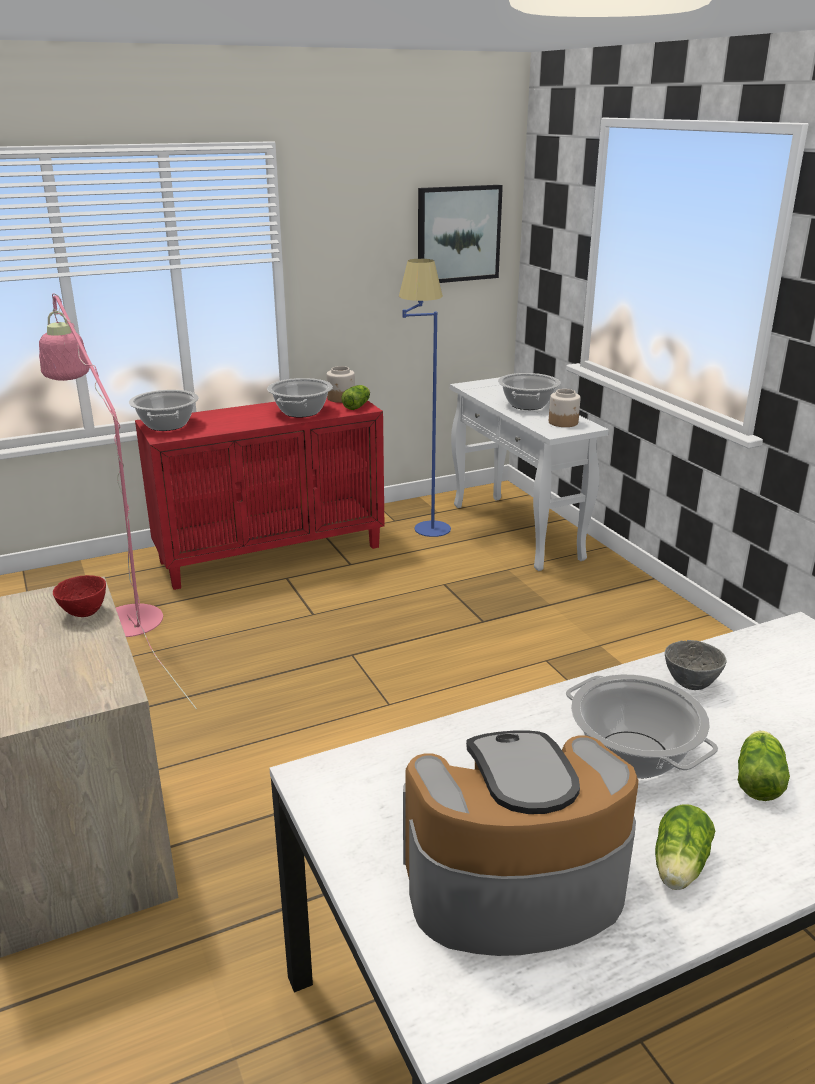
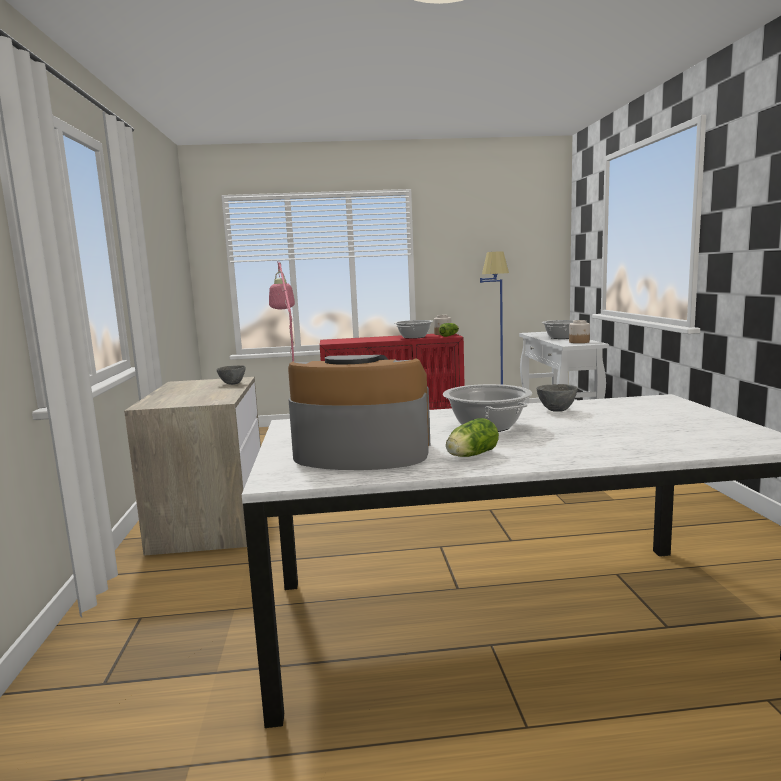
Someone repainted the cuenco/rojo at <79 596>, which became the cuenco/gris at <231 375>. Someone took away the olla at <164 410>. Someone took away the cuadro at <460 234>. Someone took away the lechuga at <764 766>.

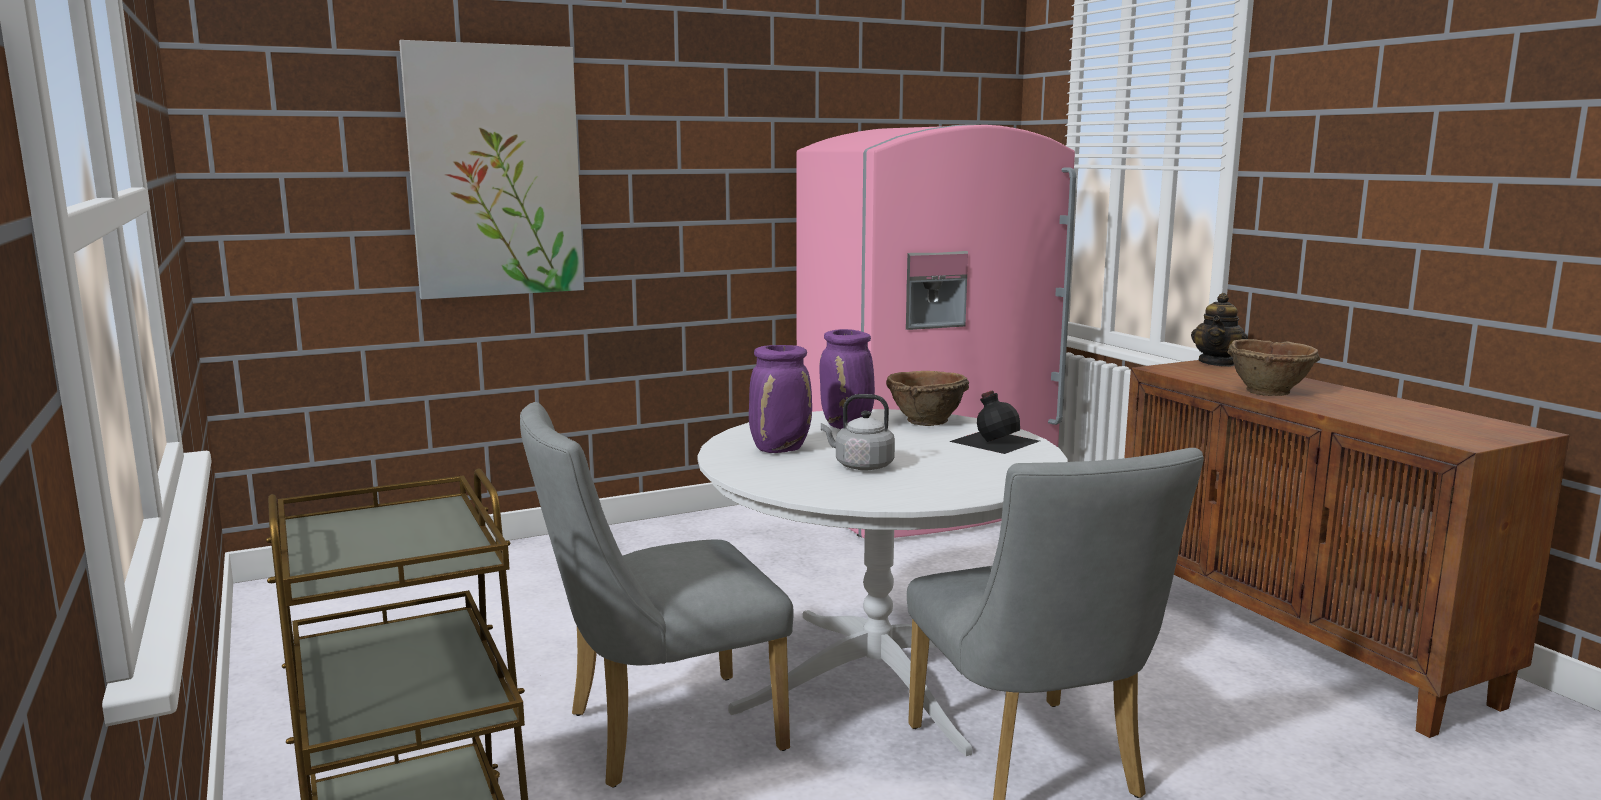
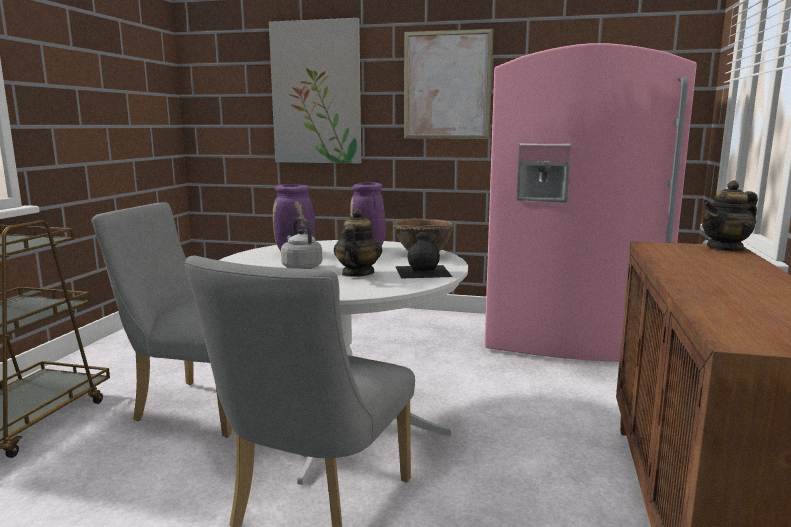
Someone put down the tetera at <358 242>. Someone put up the cuadro at <449 84>. Someone took away the cuenco/marrón at <1274 367>.

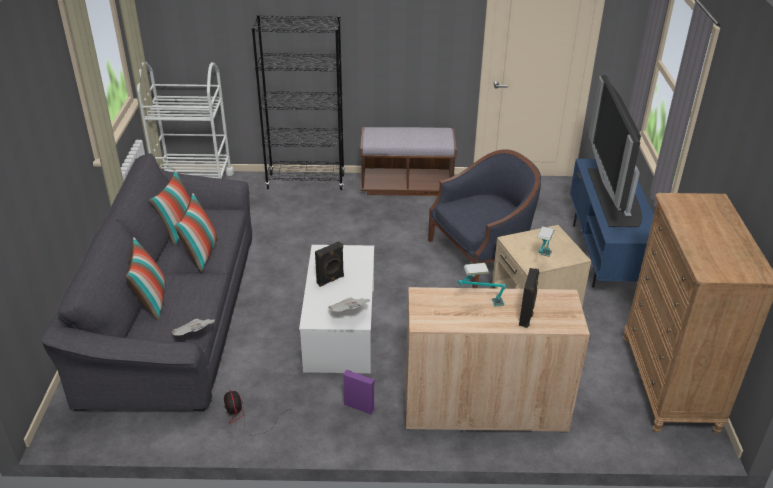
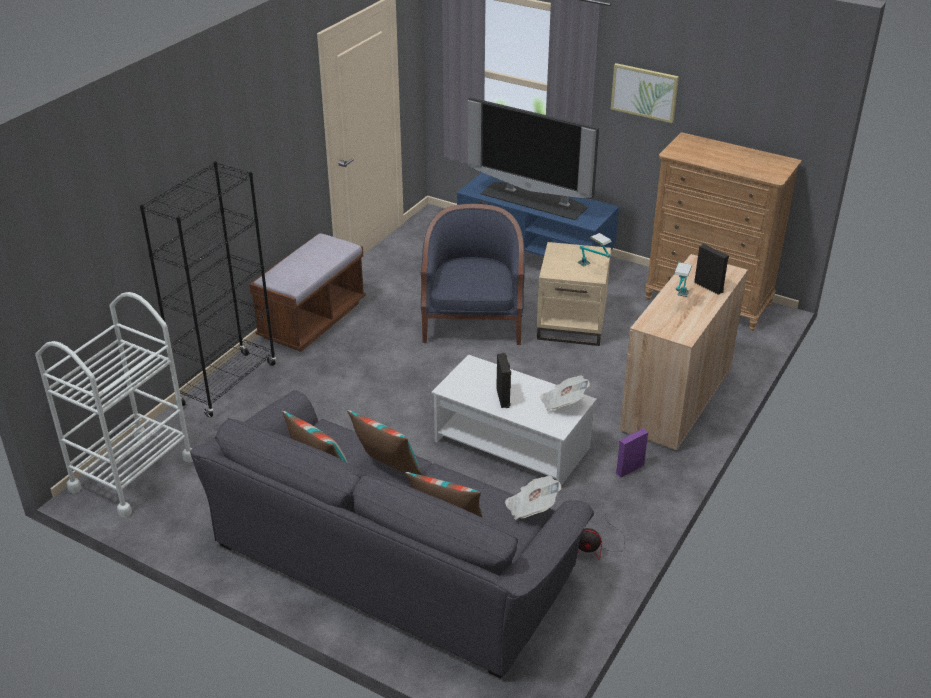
Someone put up the cuadro at <645 93>.

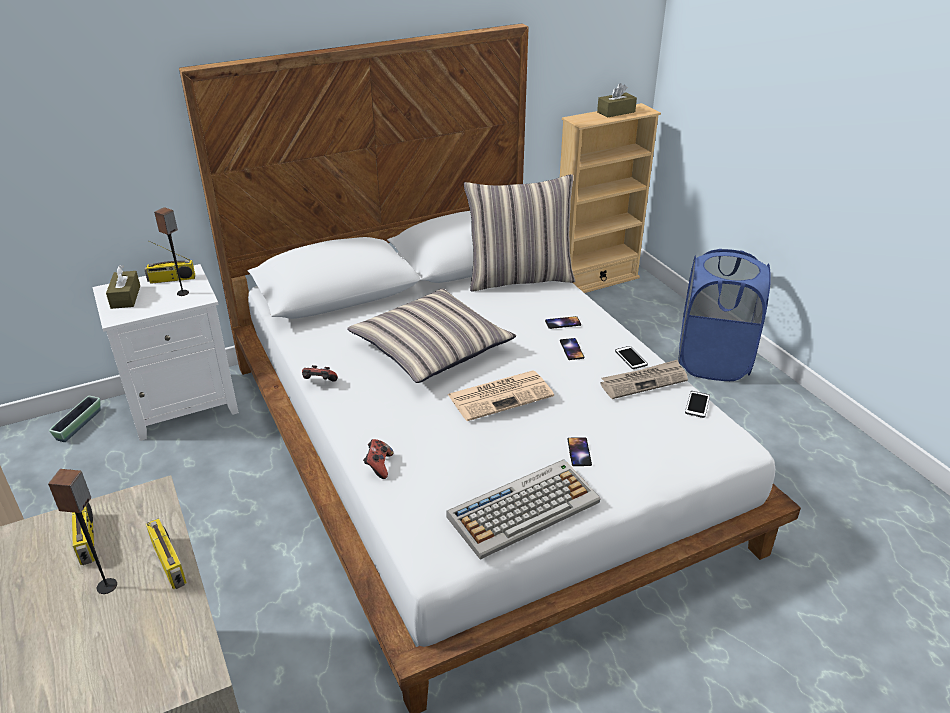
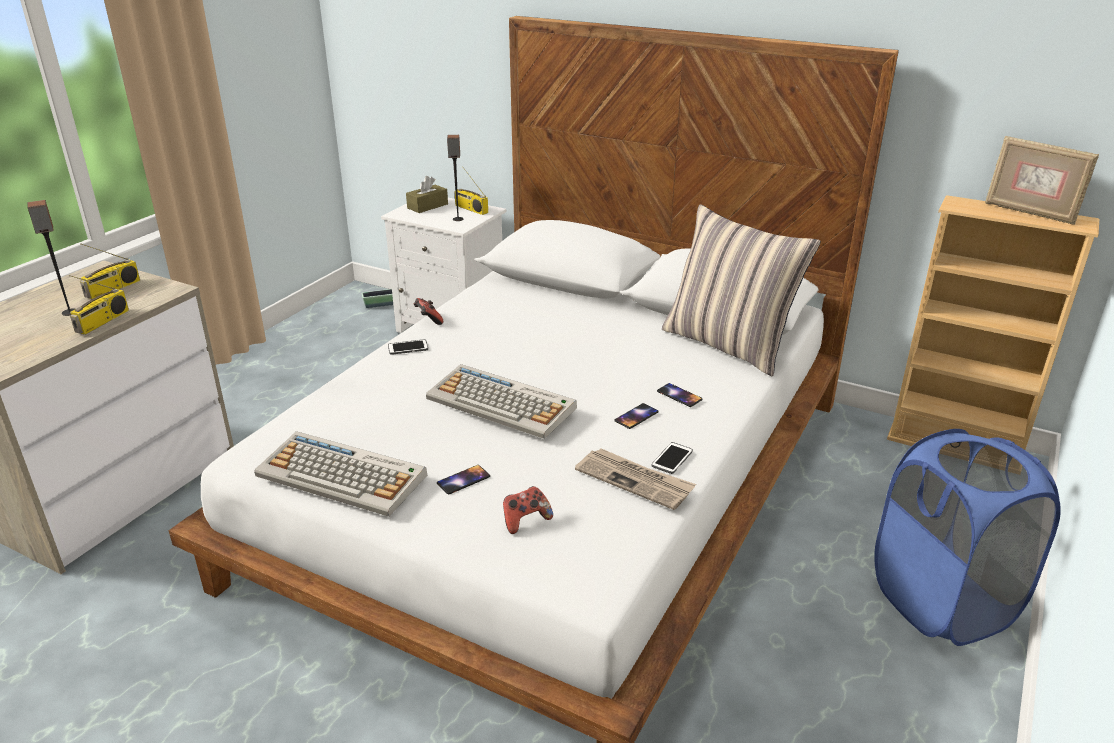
Someone carried the móvil from <697 404> to <408 347>. Someone swapped the periódico at <501 395> for the teclado at <501 401>. Someone carried the mando de consola from <378 459> to <528 510>. Someone swapped the caja de pañuelos/marrón at <617 100> for the portarretratos at <1042 180>. Someone took away the cojín at <431 335>.

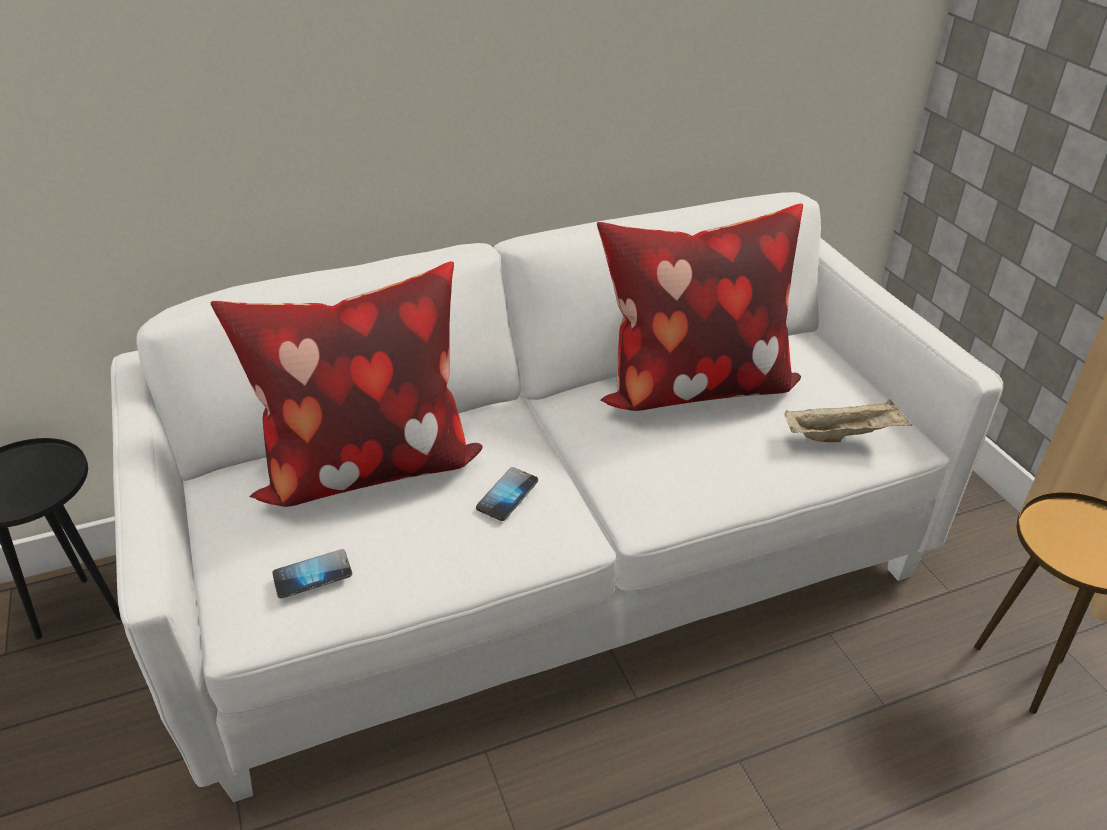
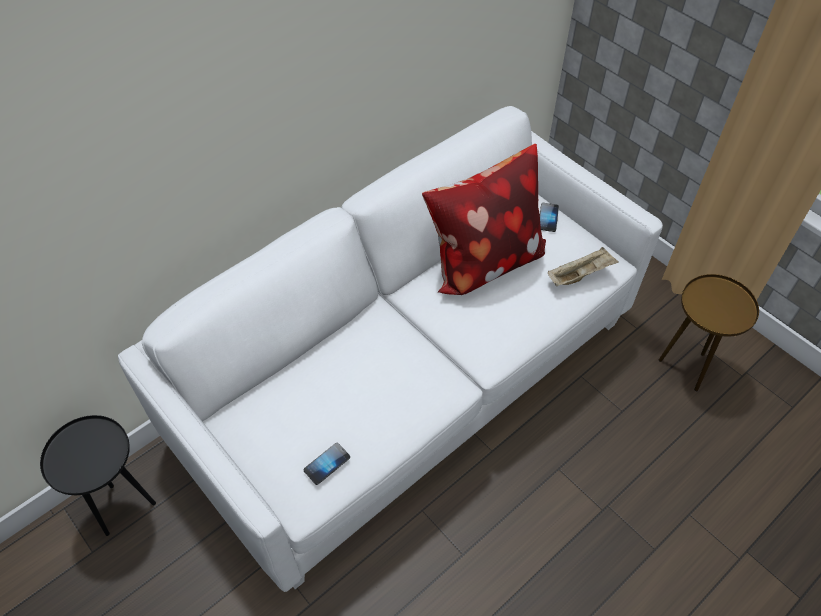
Someone carried the móvil from <507 494> to <549 217>. Someone took away the cojín at <346 384>.

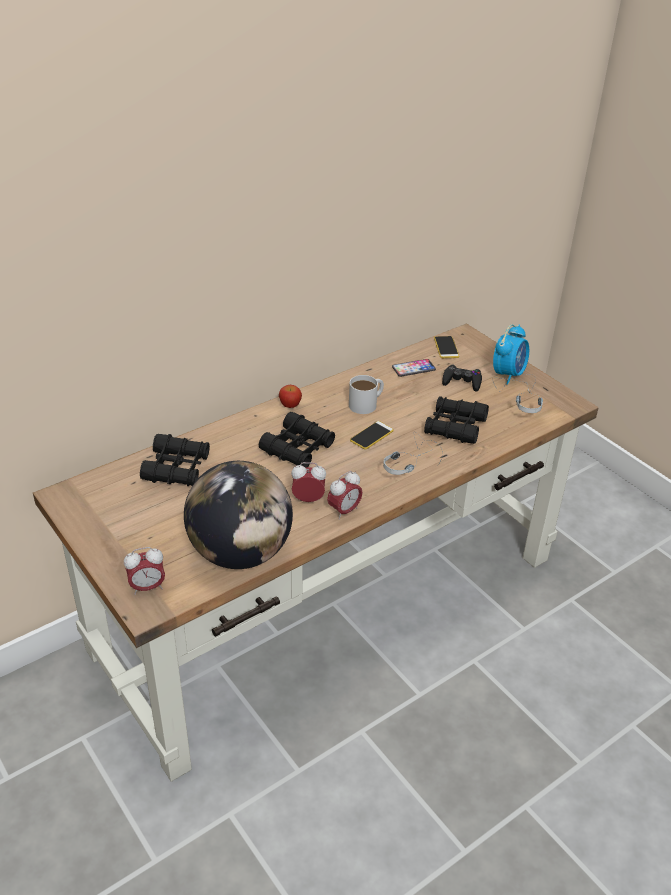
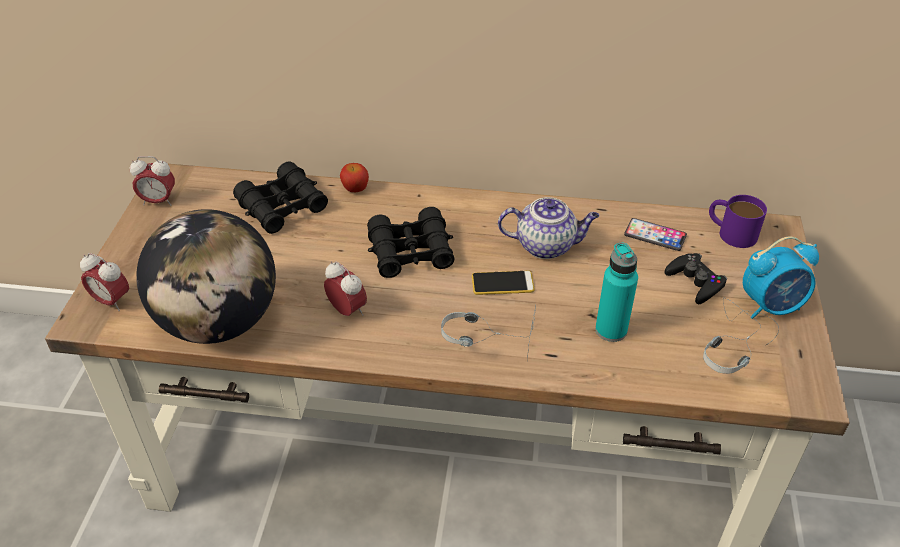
Someone carried the despertador from <344 495> to <152 181>. Someone carried the manzana from <290 396> to <354 177>. Someone swapped the taza grande/blanco at <366 394> for the tetera at <548 228>. Someone swapped the prismáticos/negro at <456 420> for the botella/turquesa at <616 292>. Someone swapped the móvil at <446 347> for the taza grande/morado at <738 221>.

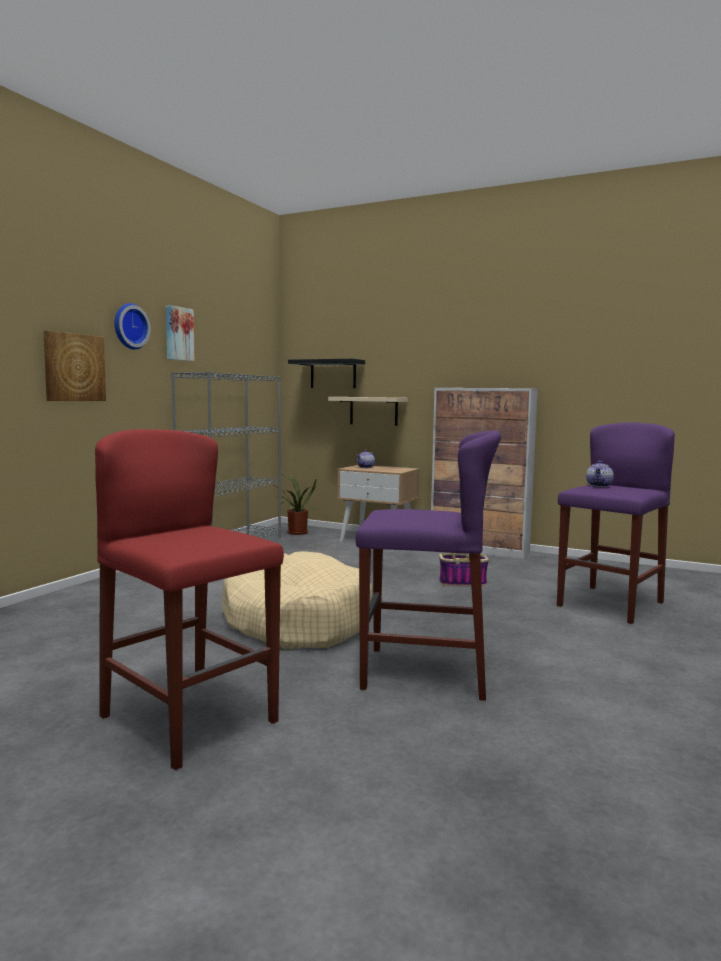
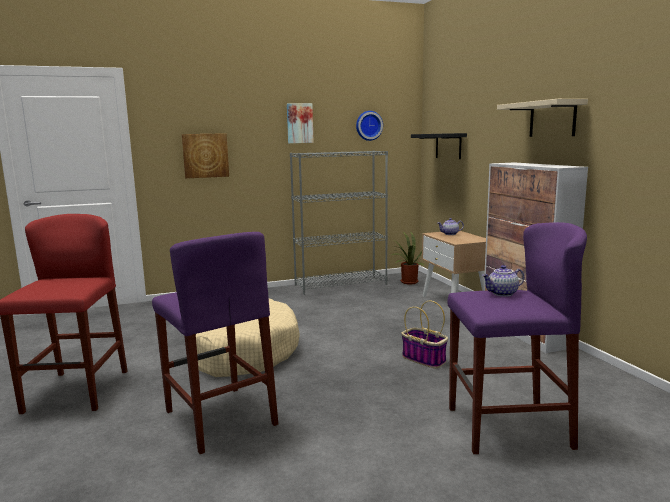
Someone carried the reloj de pared from <132 326> to <369 126>. Someone carried the estante/beis from <368 411> to <542 118>.

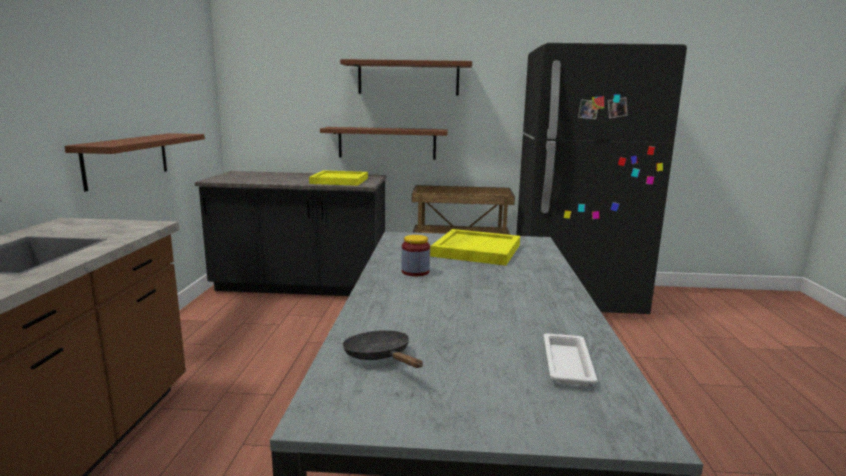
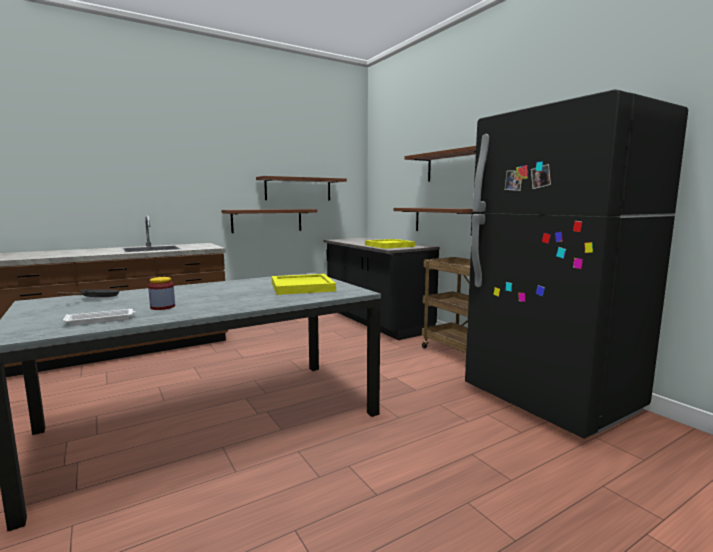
Someone carried the tarro from <416 255> to <161 293>. Someone put up the estante/marrón at <301 188>.

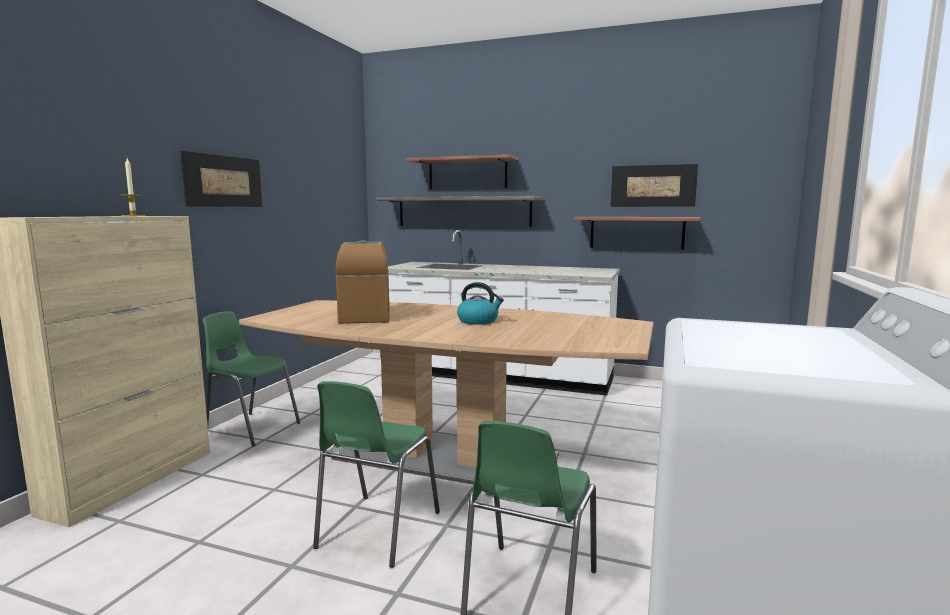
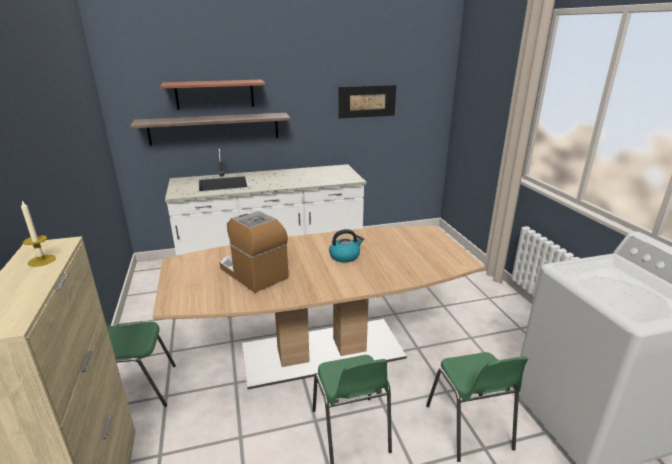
Someone took away the cuadro at <221 179>. Someone took away the estante at <637 233>.

